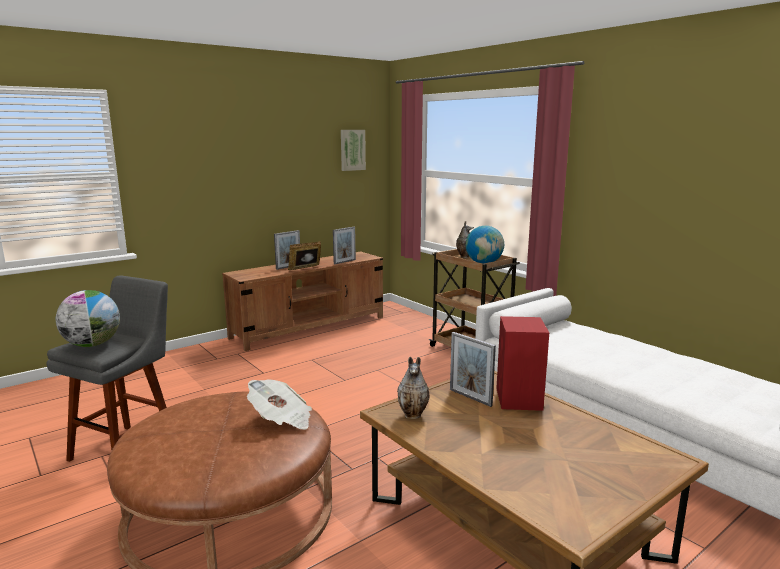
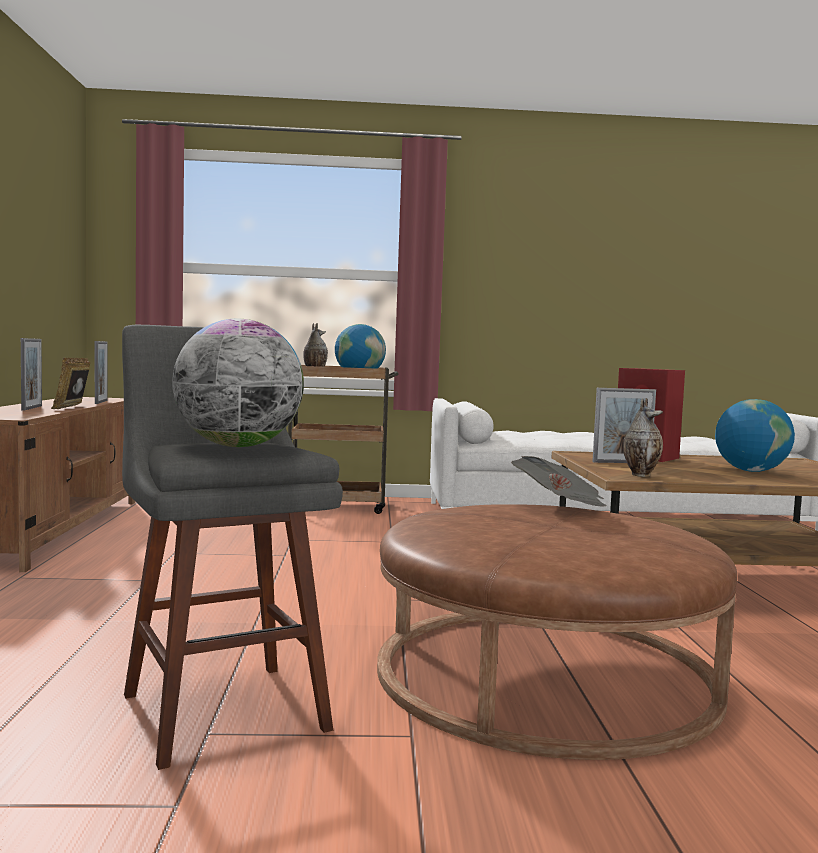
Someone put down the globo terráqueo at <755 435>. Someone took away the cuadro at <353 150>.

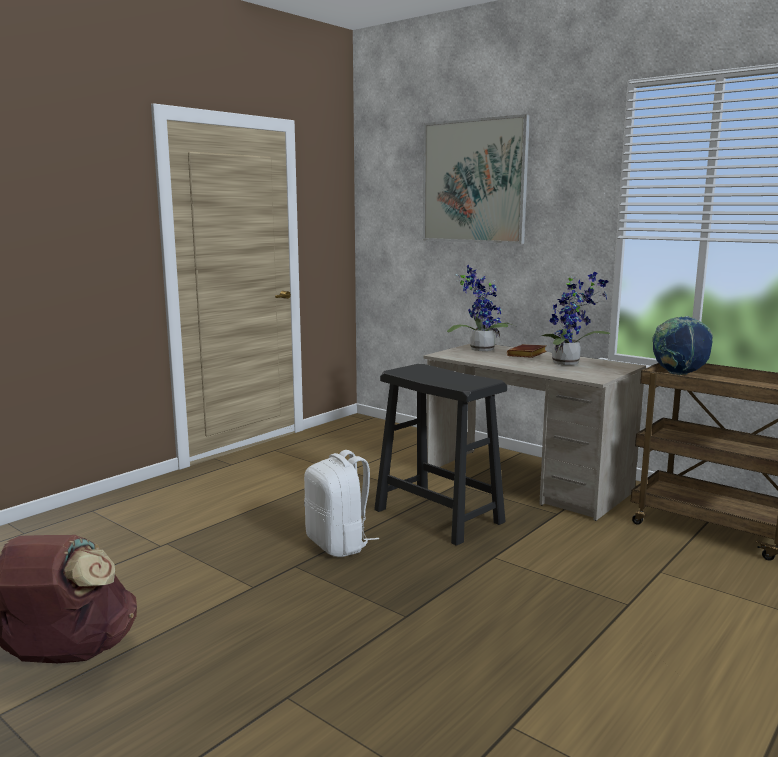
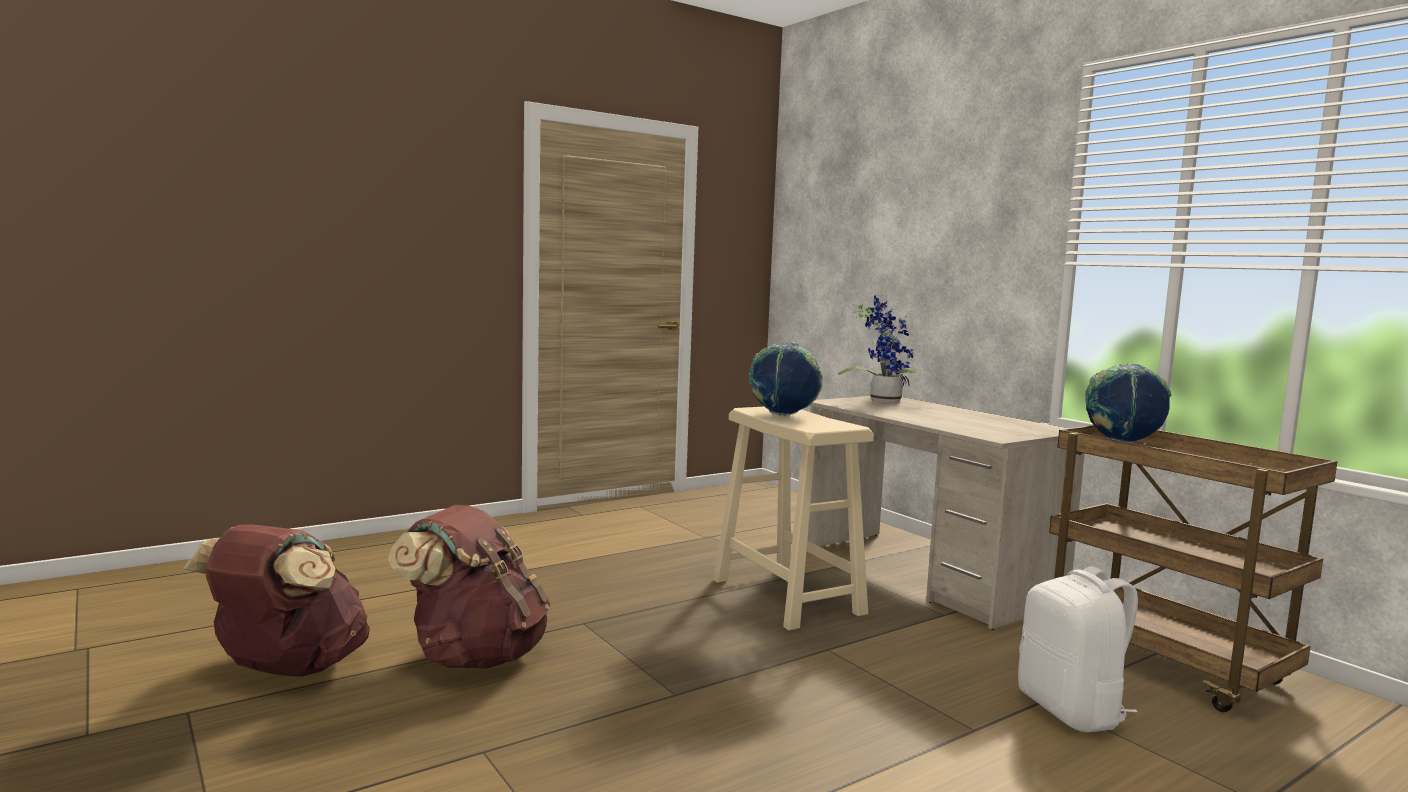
Someone put down the mochila/marrón at <469 587>. Someone repainted the taburete/negro at <440 455>, which became the taburete/beis at <793 519>. Someone put down the globo terráqueo at <786 379>. Someone carried the mochila/blanco from <341 503> to <1078 649>. Someone took away the cuadro at <476 179>. Someone took away the libro/marrón at <527 351>. Someone took away the planta en maceta at <575 318>.

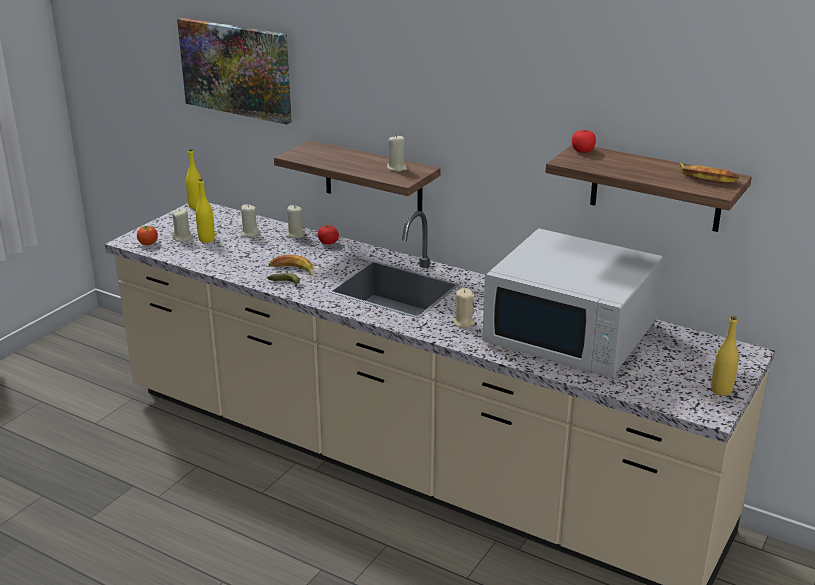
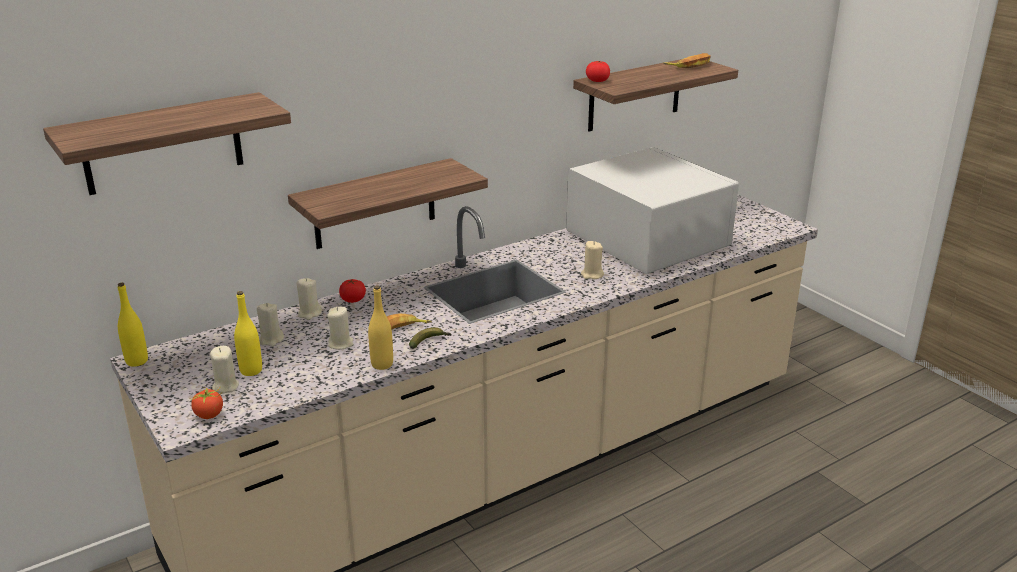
Someone swapped the cuadro at <234 71> for the estante at <167 143>. Someone carried the vela/beis from <397 153> to <340 328>. Someone carried the botella/amarillo from <725 356> to <380 328>. Someone rotated the microondas/blanco at <572 303> by 90 degrees counterclockwise.

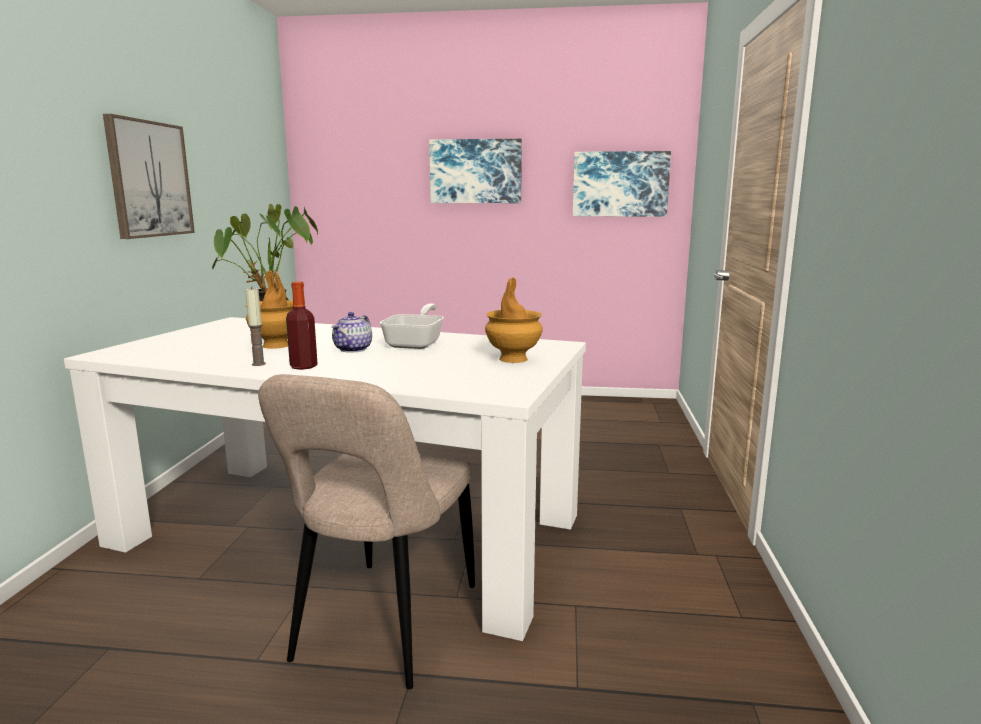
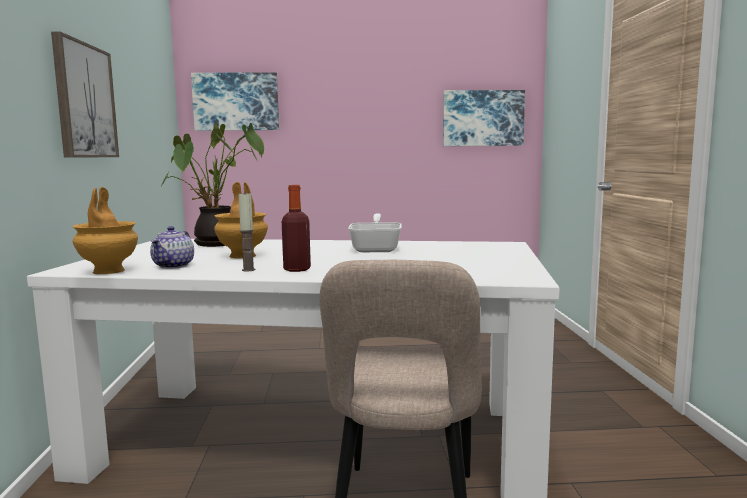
Someone carried the florero/marrón from <514 320> to <105 230>. Someone carried the tetera from <352 332> to <172 247>. Someone carried the cuadro from <475 171> to <235 101>.

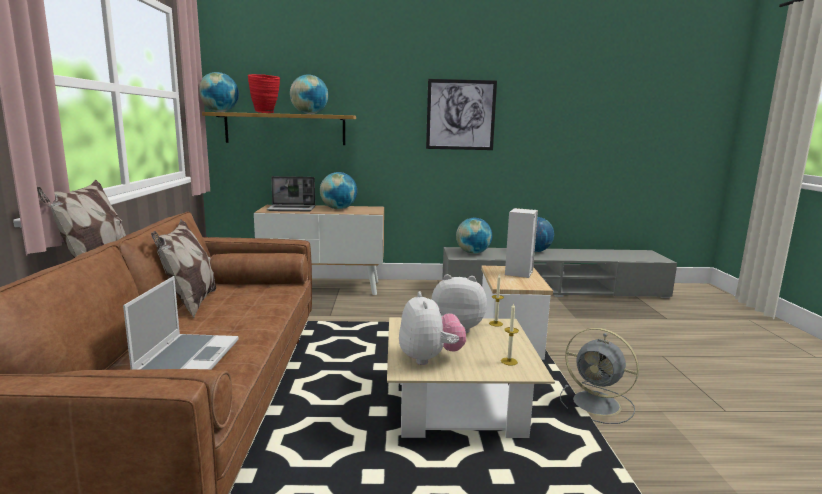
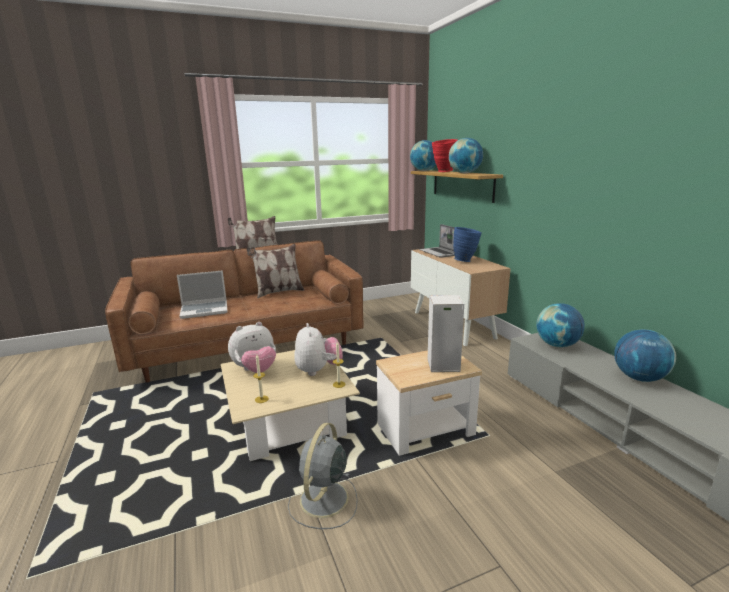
Someone swapped the globo terráqueo at <338 190> for the florero/azul at <467 244>. Someone took away the cuadro at <461 114>.

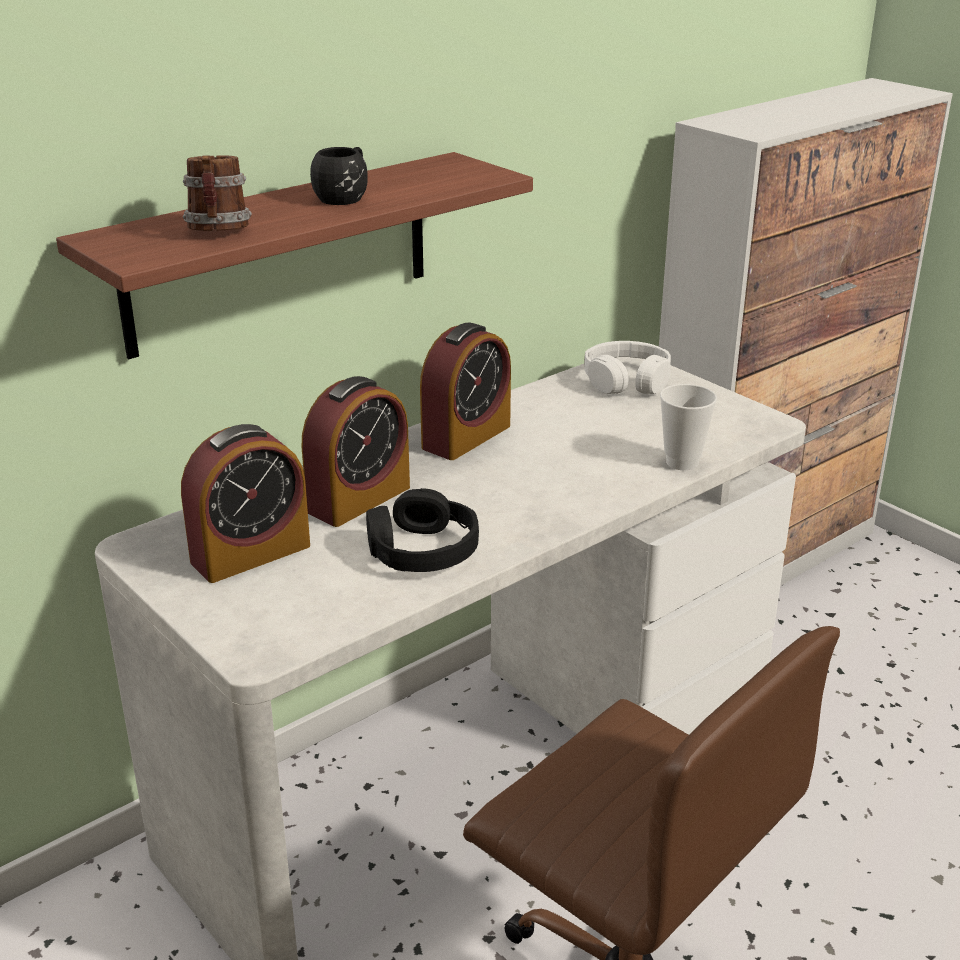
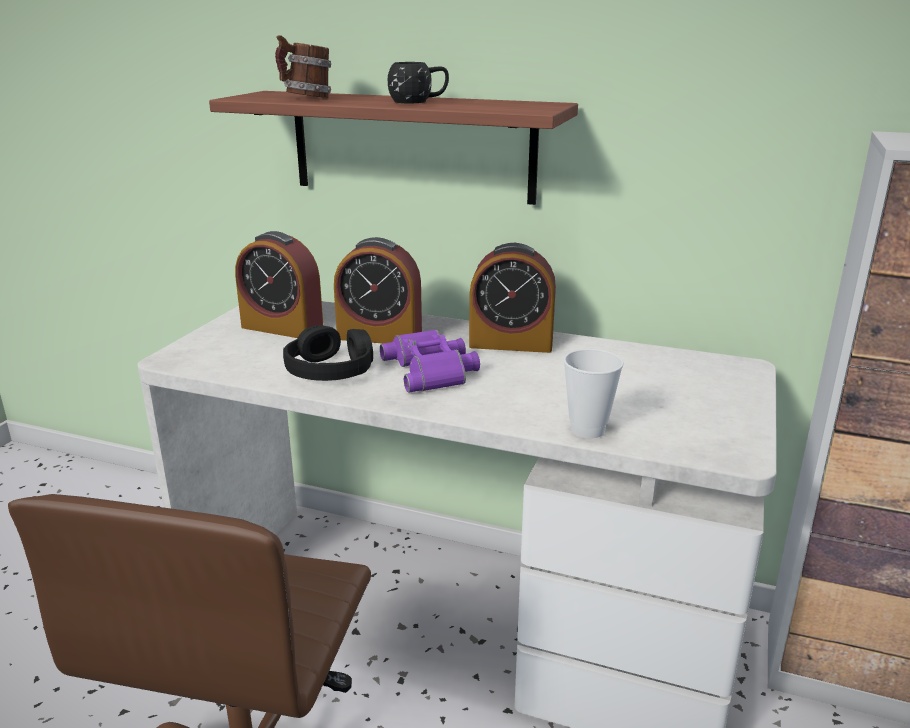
Someone put down the prismáticos/morado at <430 361>. Someone took away the auriculares/blanco at <627 367>.

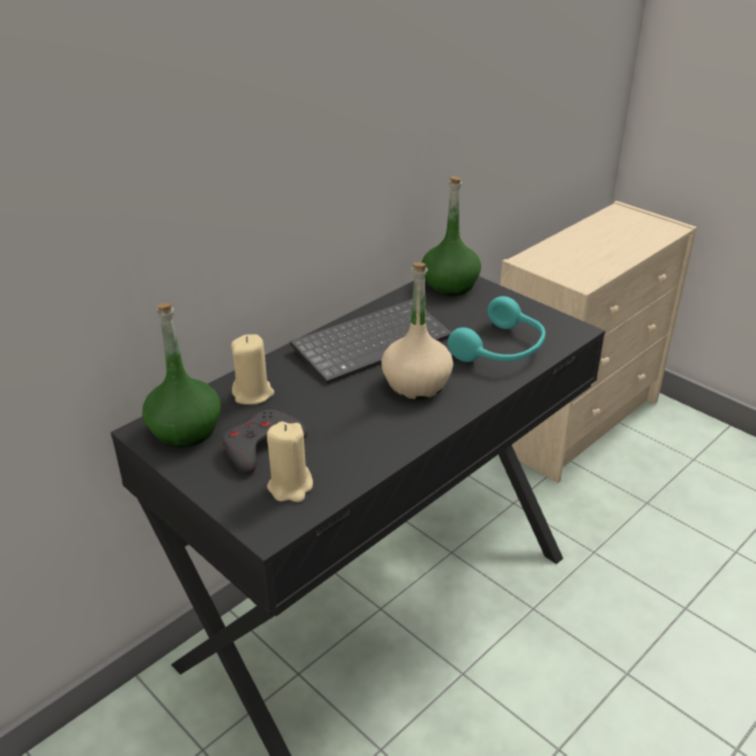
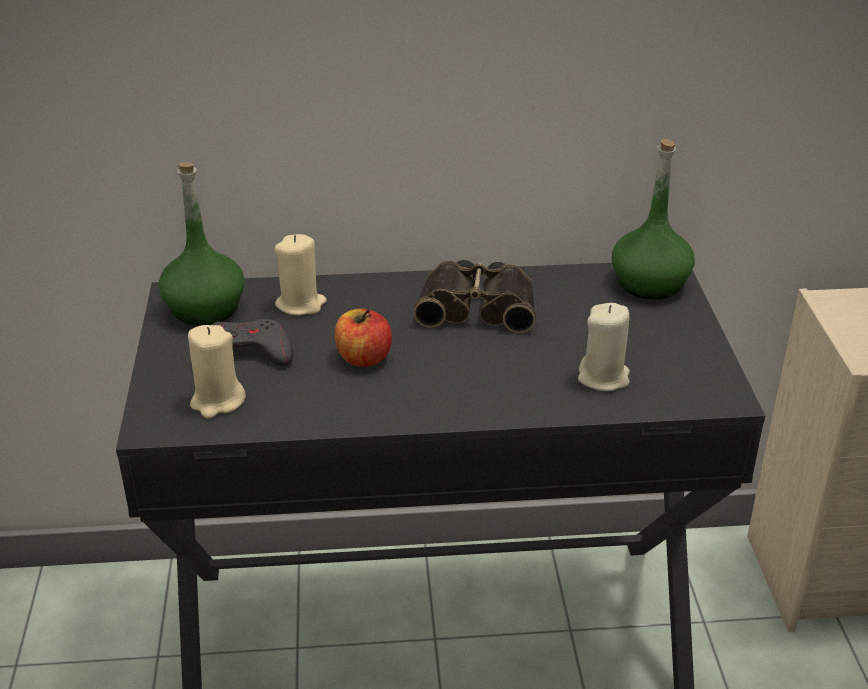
Someone put down the manzana at <363 338>. Someone swapped the teclado at <371 341> for the prismáticos at <475 296>. Someone swapped the auriculares/turquesa at <497 329> for the vela/beis at <604 347>. Someone took away the botella/beis at <417 331>.

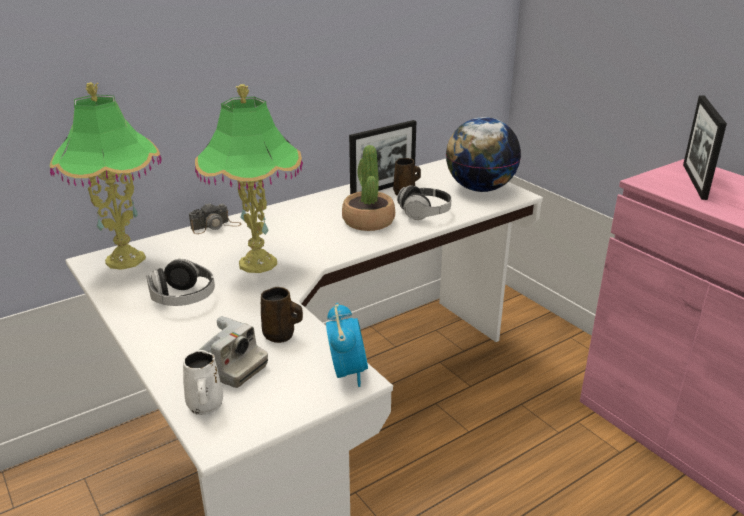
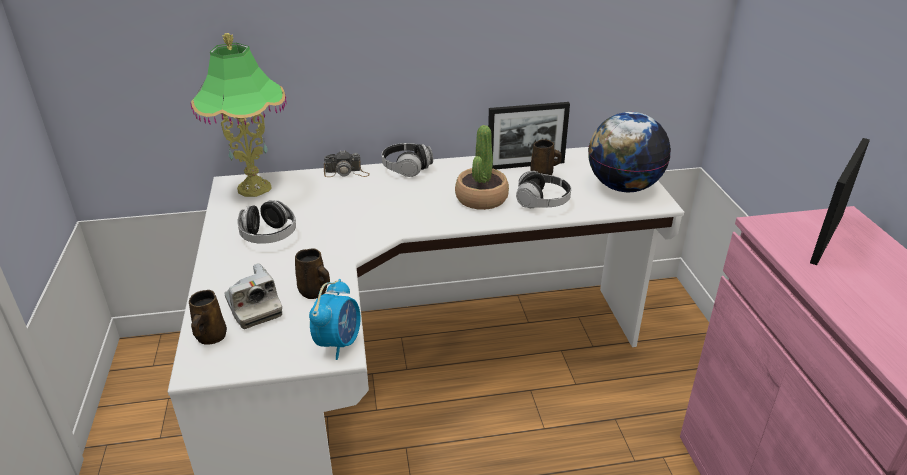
Someone repainted the taza grande/blanco at <203 382>, which became the taza grande/marrón at <208 317>. Someone put down the auriculares at <407 160>. Someone took away the lámpara de mesa at <249 178>.

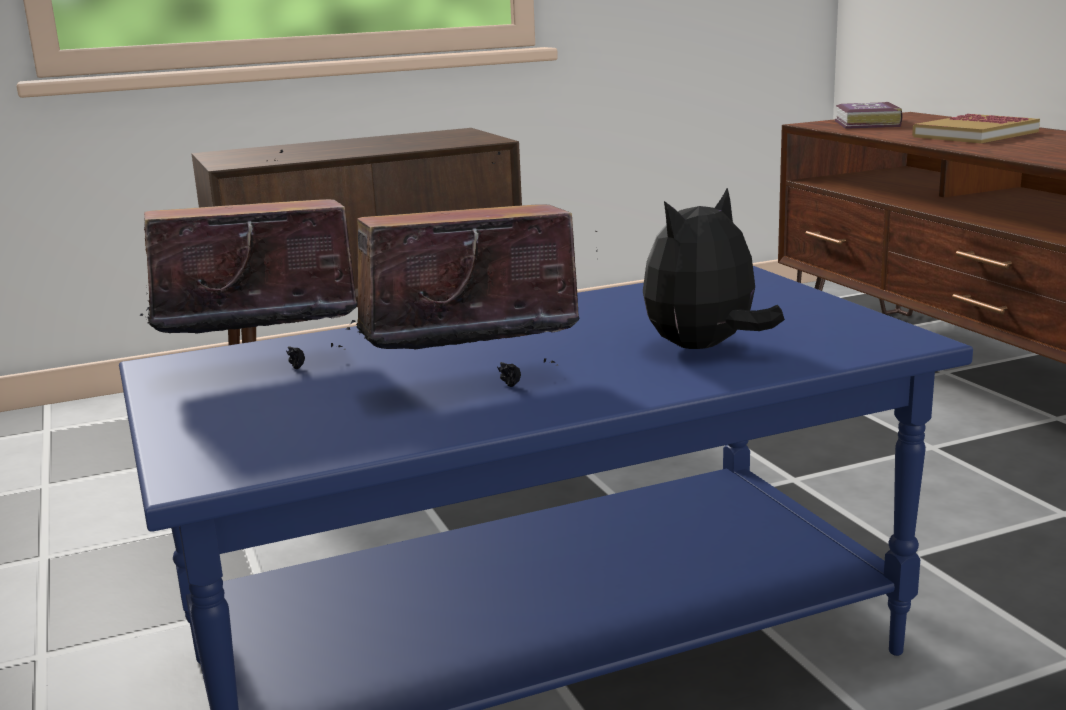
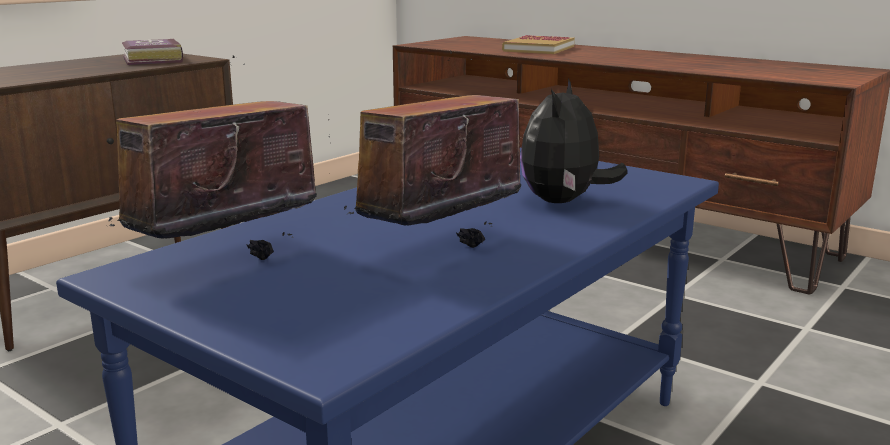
Someone carried the libro from <868 115> to <152 52>.

